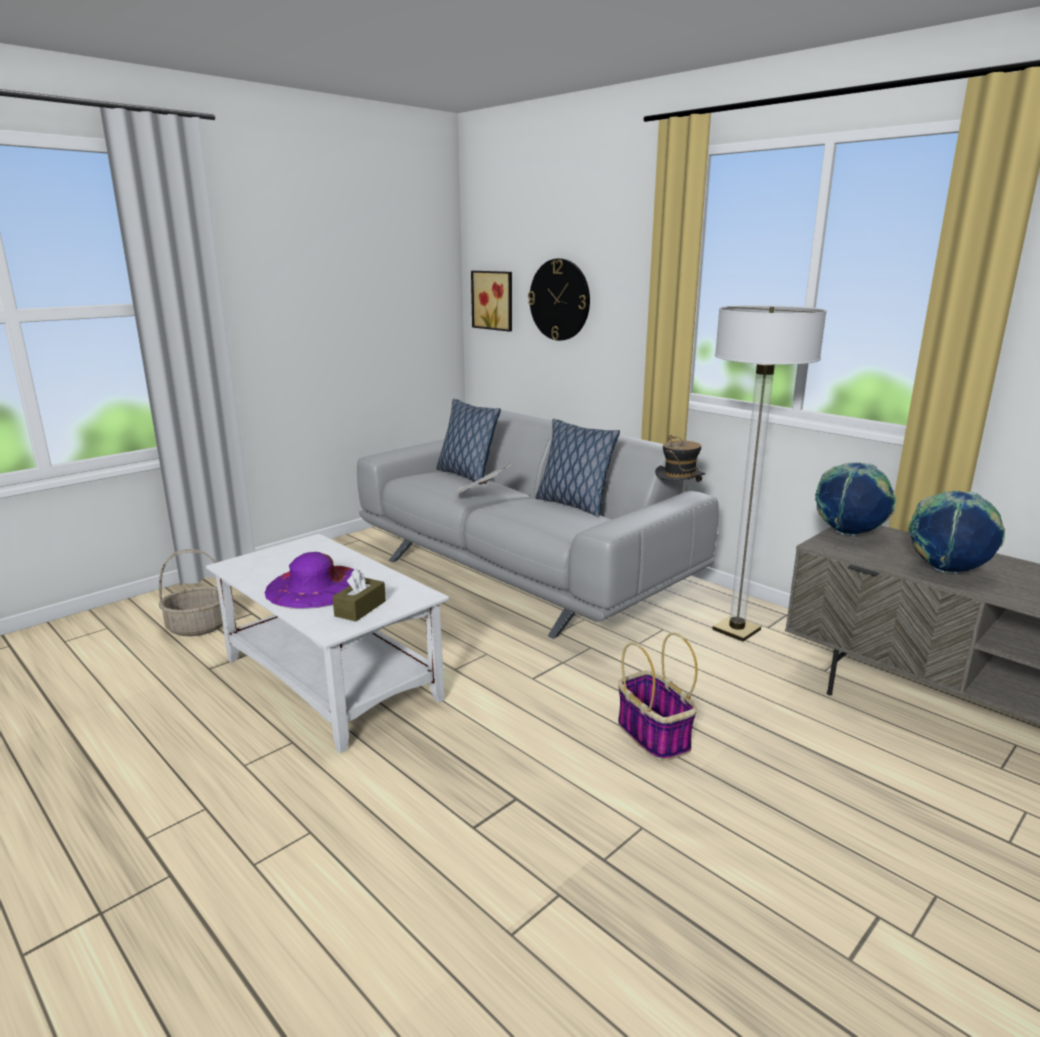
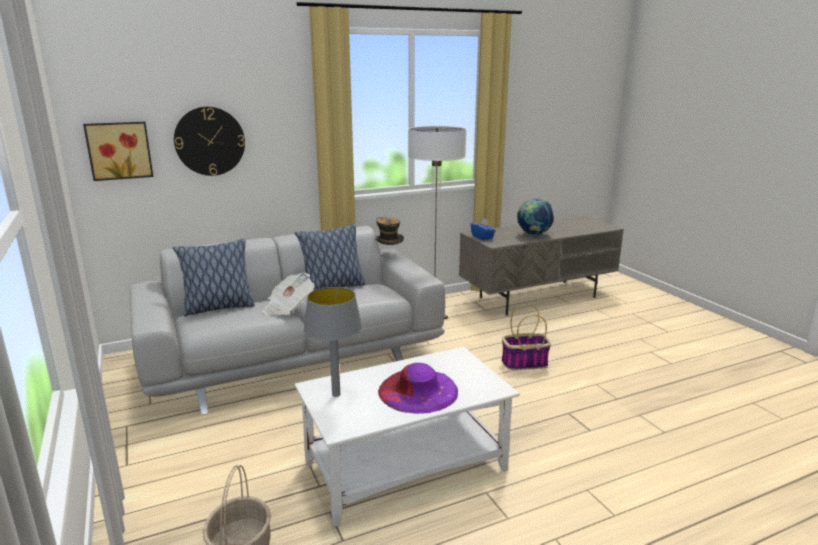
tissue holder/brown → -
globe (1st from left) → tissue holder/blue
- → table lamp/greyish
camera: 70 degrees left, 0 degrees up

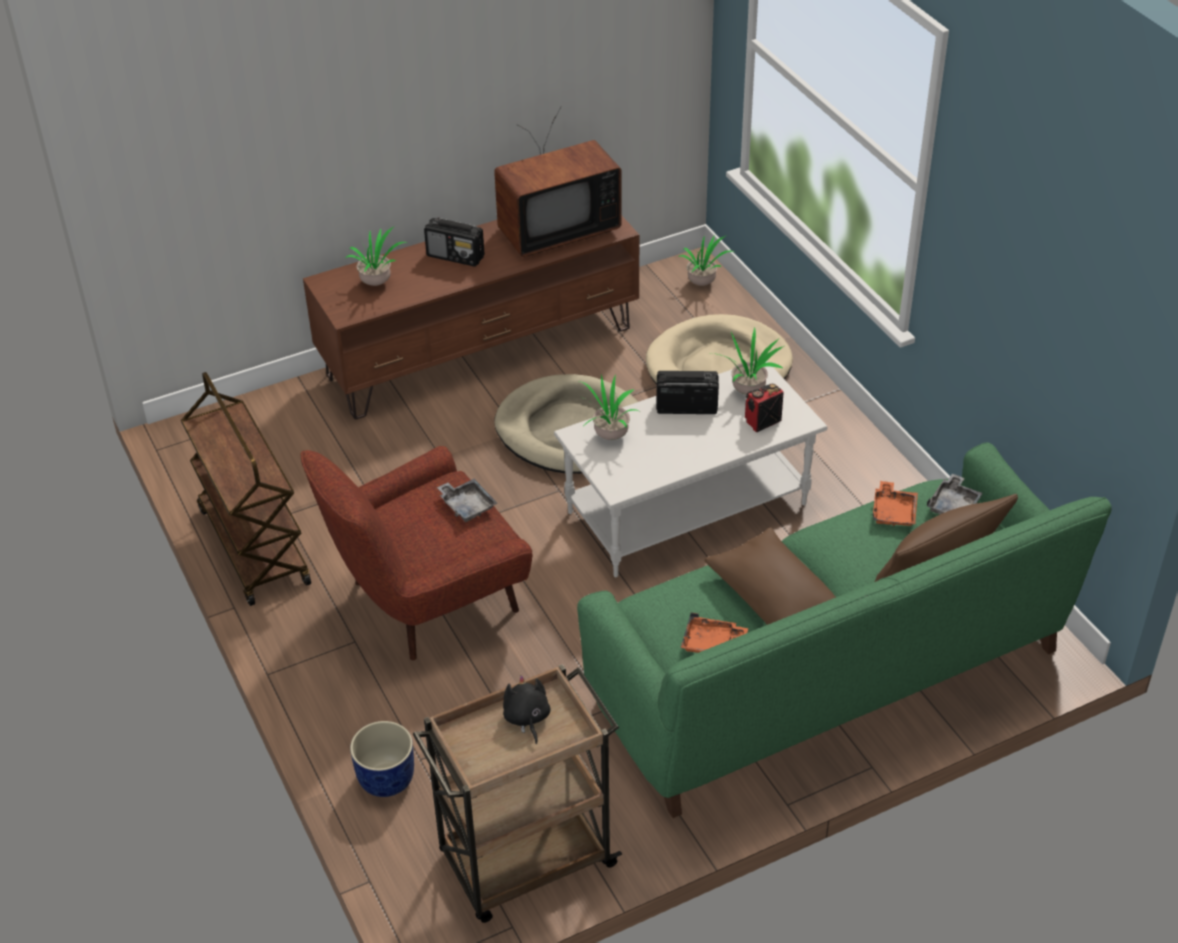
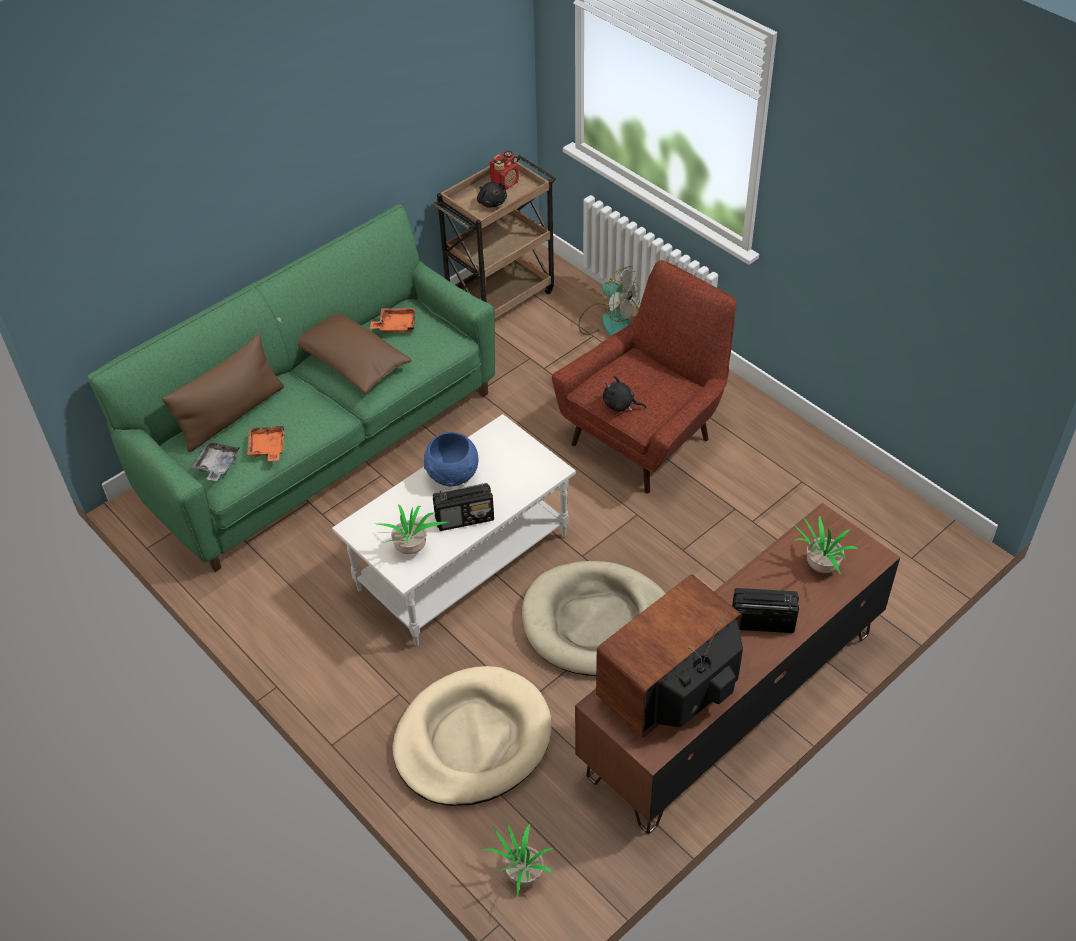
cart/brown (1st from left) → -
planter/blue → cooling fan
carrying tray/greyish (1st from left) → cuddly toy/black-coloured (2nd from left)
potted plant (2nd from left) → -
radio receiver (3rd from left in the first image) → radio receiver (2nd from left), move
- → deep dish/blue
camera: 165 degrees right, 5 degrees up

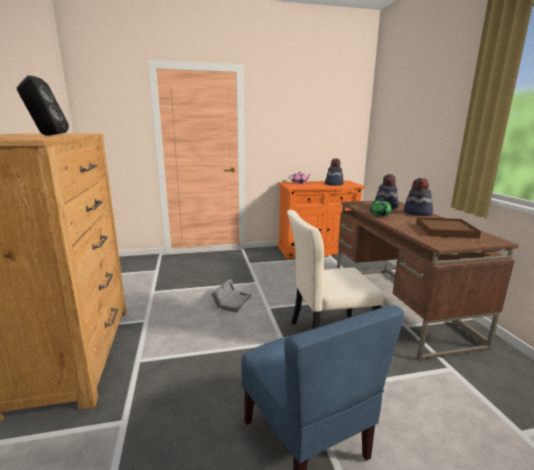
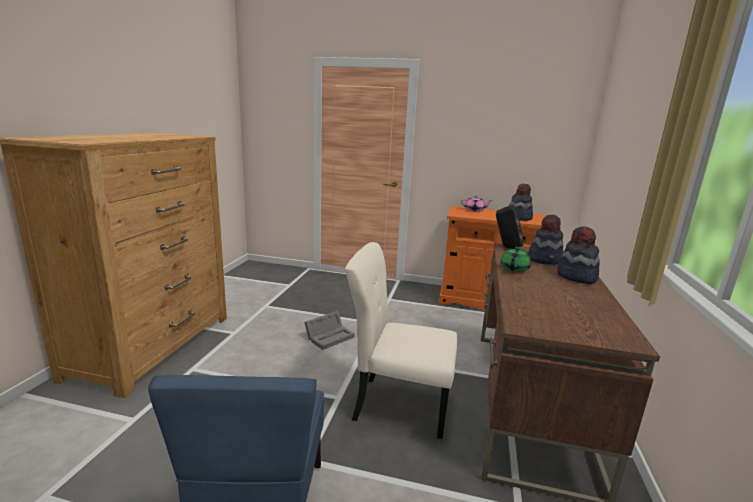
speaker/black-coloured, move
carrying tray/brown → -
camera: 25 degrees right, 0 degrees up

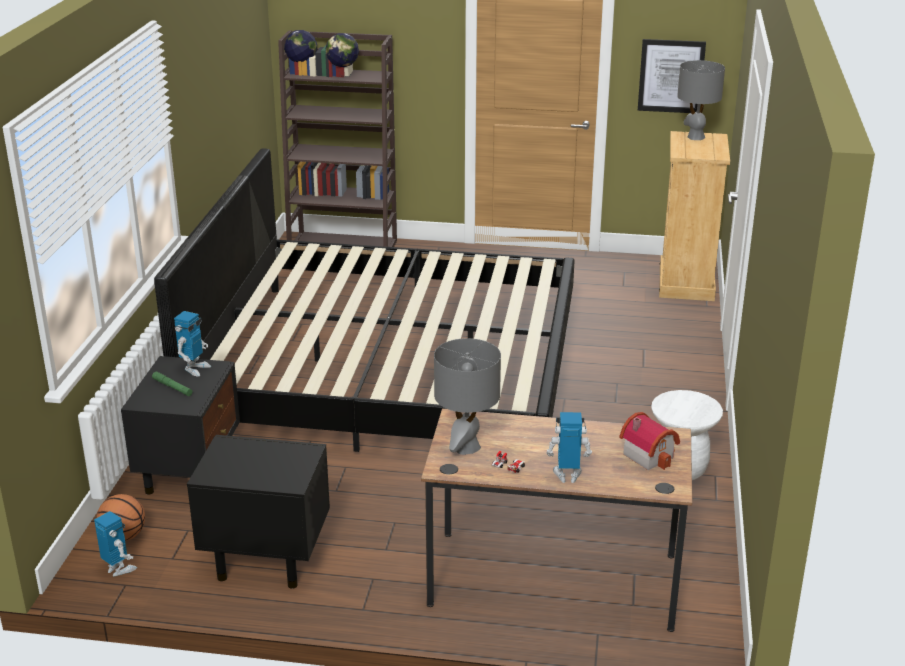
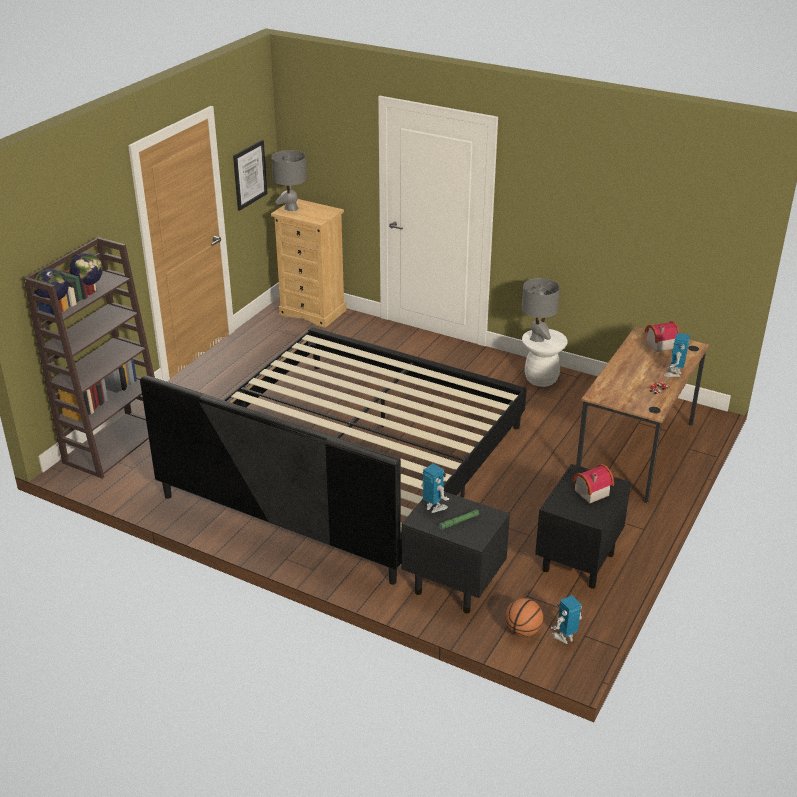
table lamp/greyish (1st from left in the first image) → table lamp/greyish (2nd from left), move
- → model house (1st from left)
camera: 70 degrees left, 5 degrees up

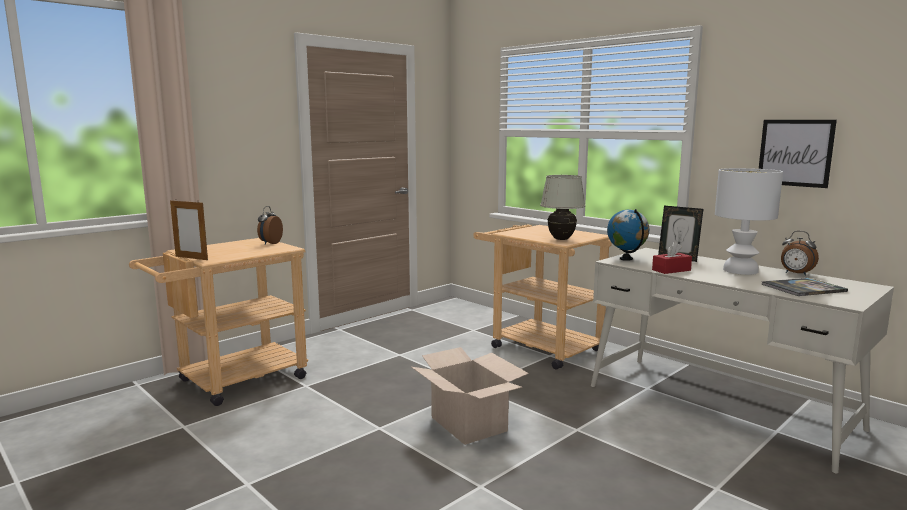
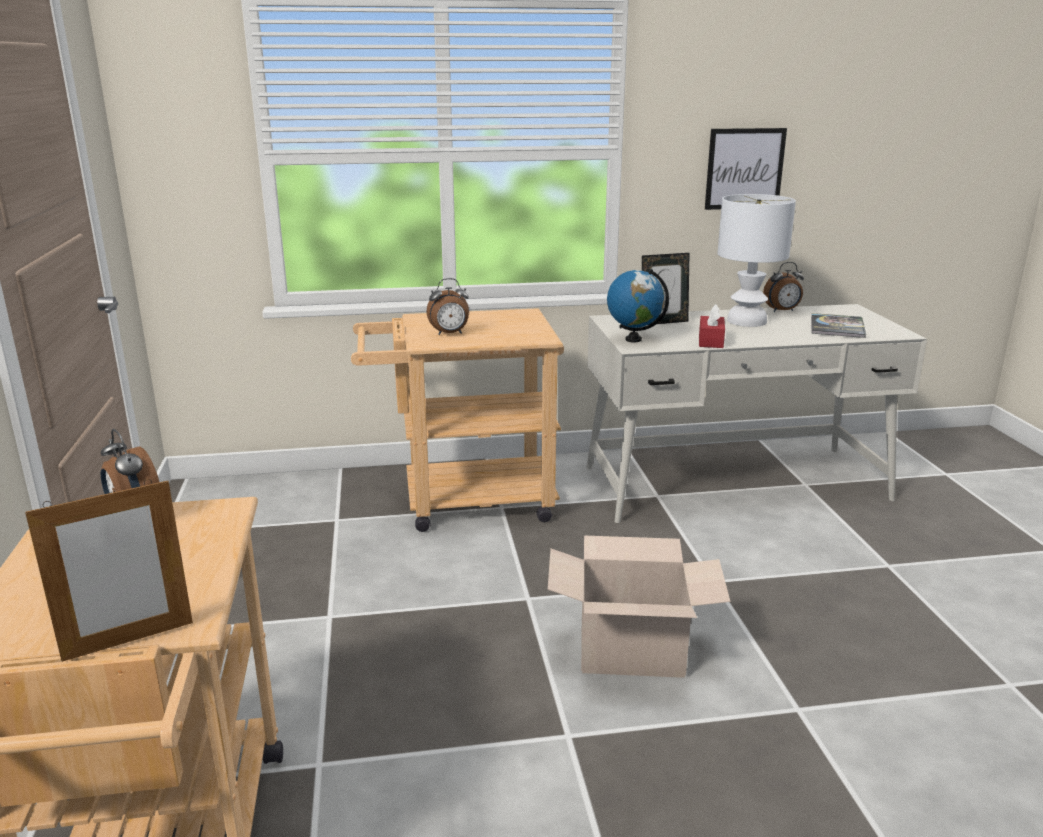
table lamp/whitish (1st from left) → -
- → bedside clock (2nd from left)
camera: 55 degrees left, 10 degrees up

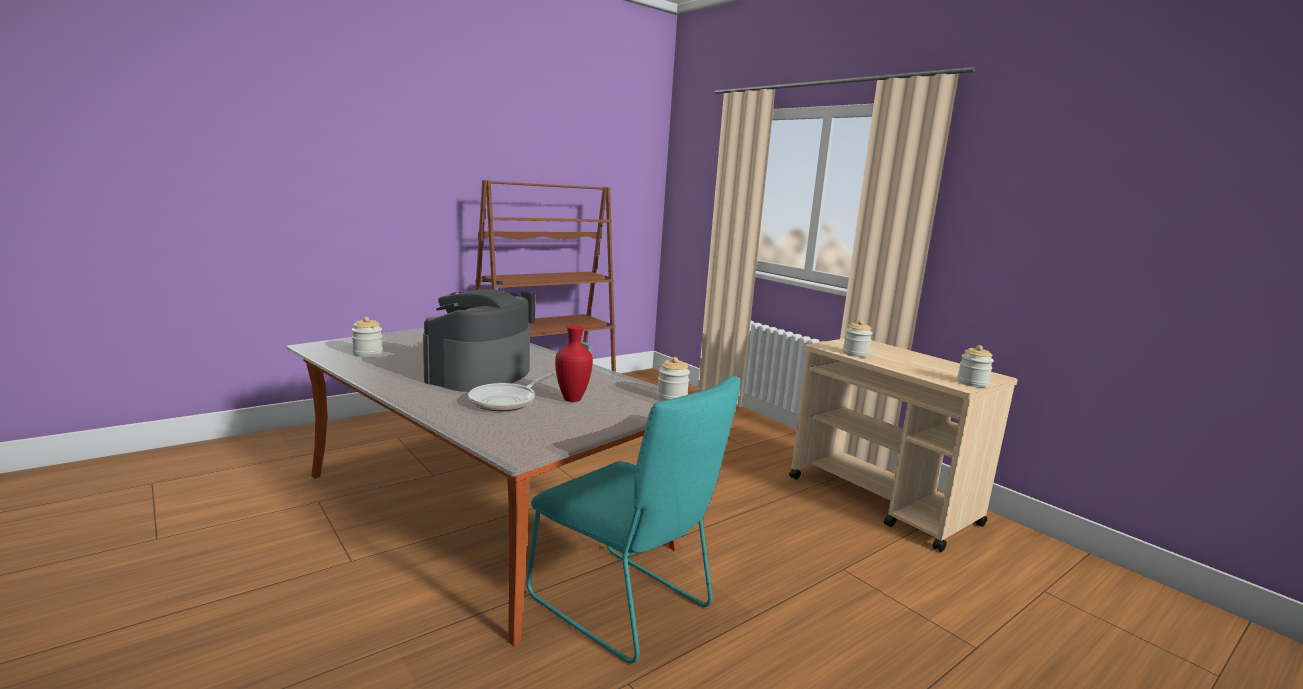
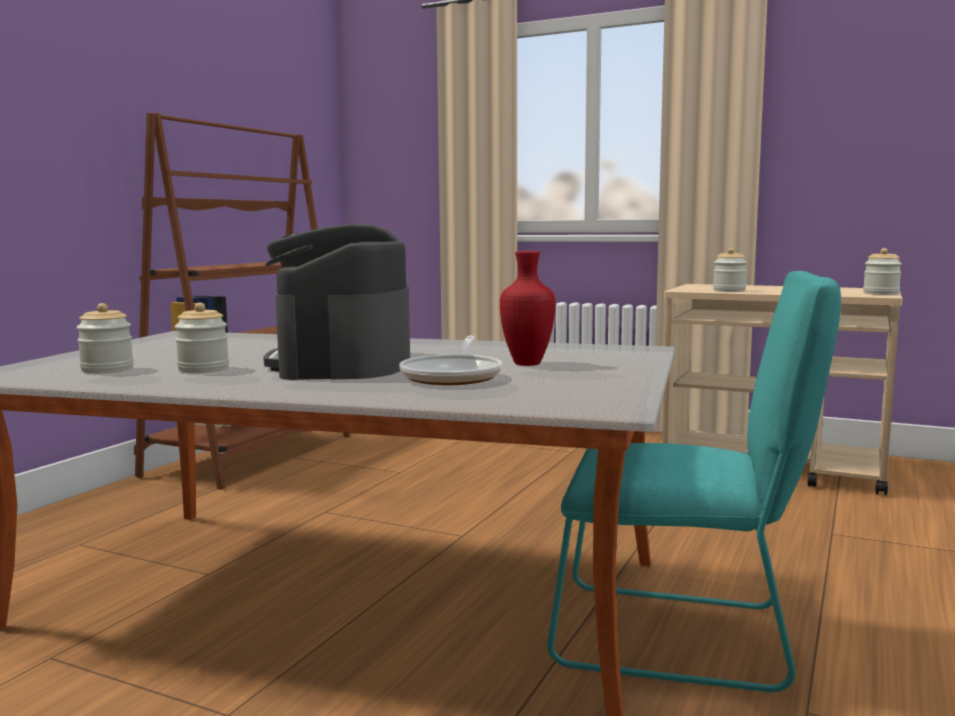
preserve jar (2nd from left), move
camera: 25 degrees left, 5 degrees down

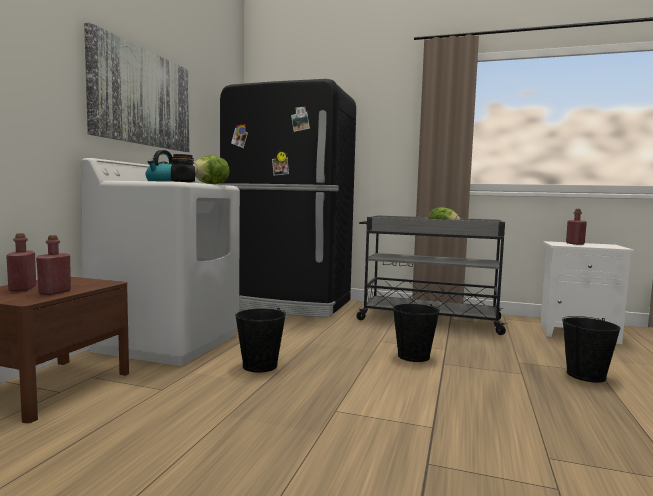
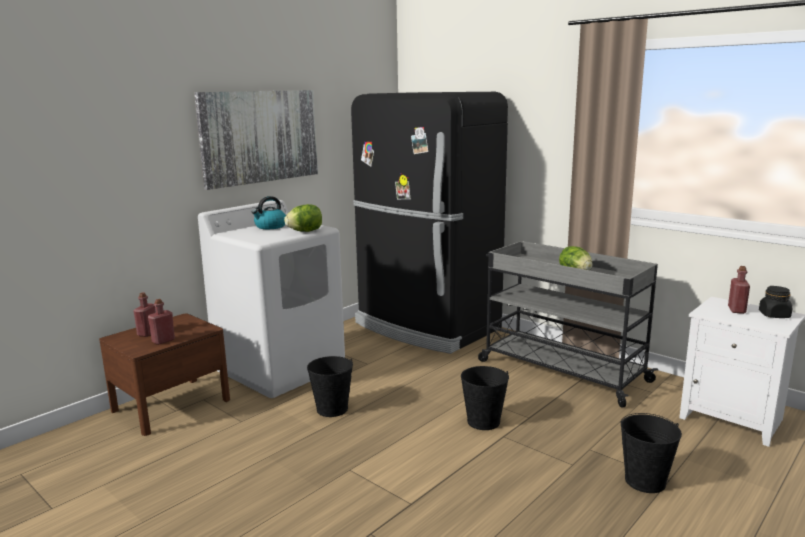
preserve jar/black-coloured, move
camera: 25 degrees right, 10 degrees up

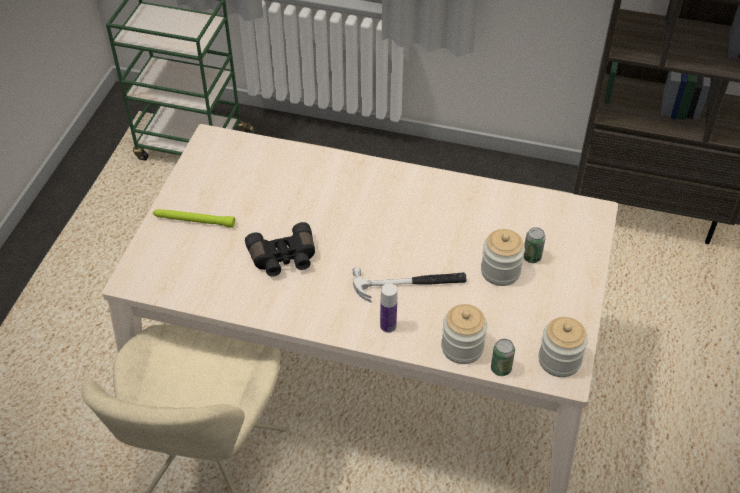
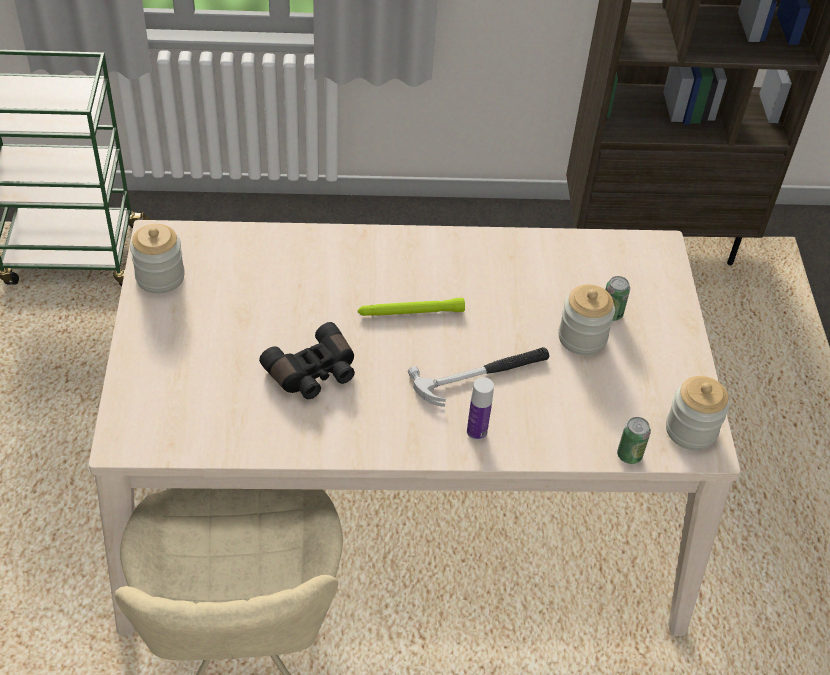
hand torch/green-coloured, move
preserve jar (1st from left), move
camera: 20 degrees left, 0 degrees up

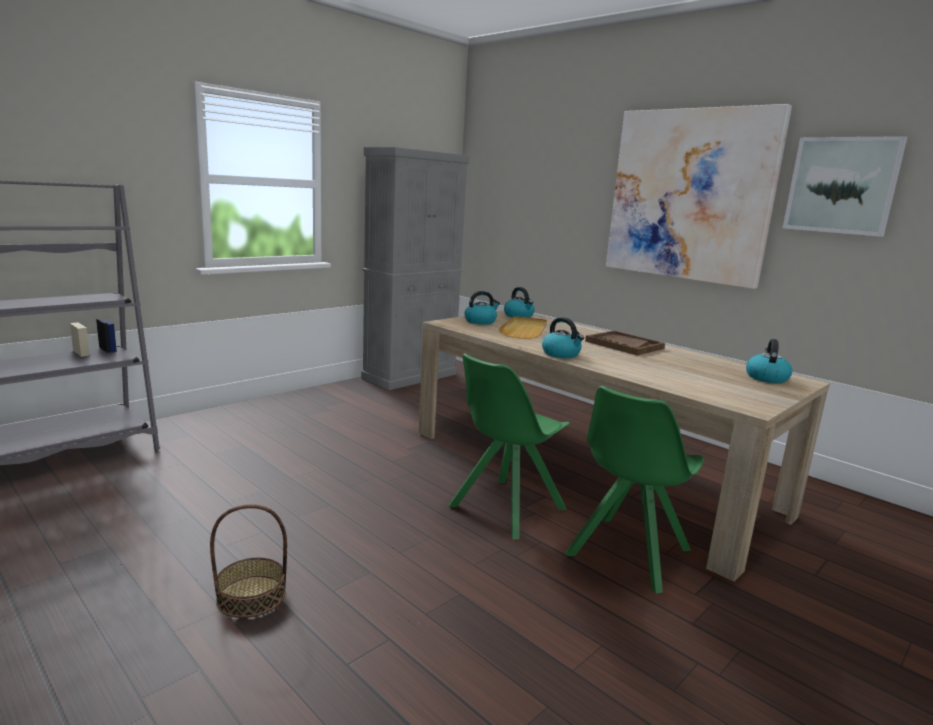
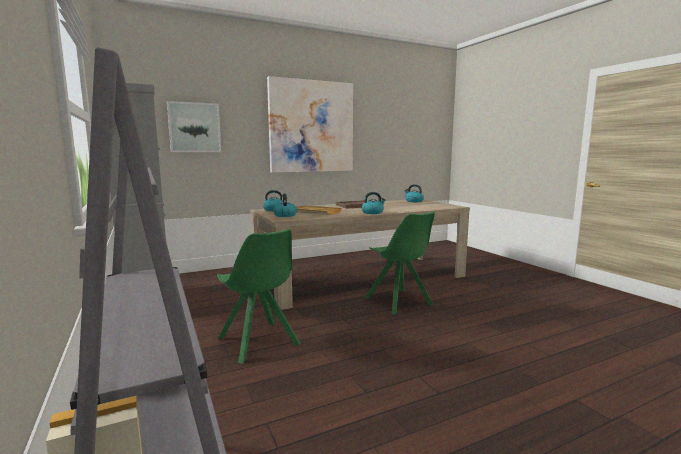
basket → -
chair/green-coloured (2nd from left in the first image) → chair/green-coloured (1st from left), move
wall art (2nd from left in the first image) → wall art (1st from left), move
camera: 70 degrees left, 5 degrees down

